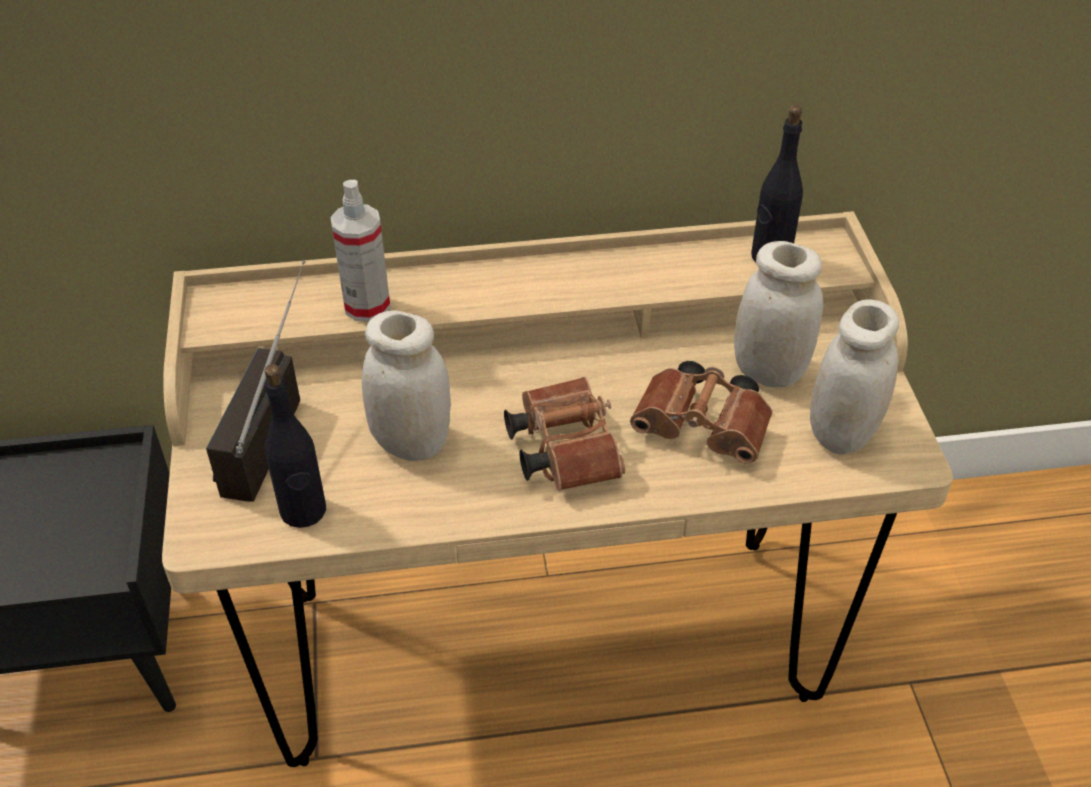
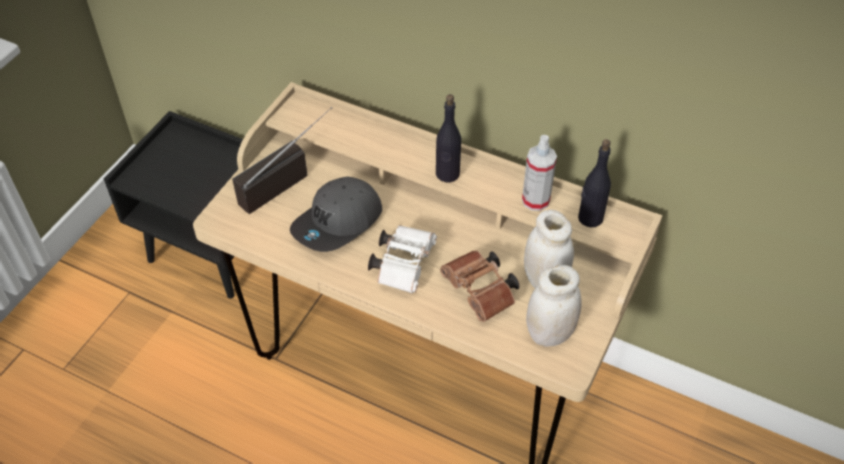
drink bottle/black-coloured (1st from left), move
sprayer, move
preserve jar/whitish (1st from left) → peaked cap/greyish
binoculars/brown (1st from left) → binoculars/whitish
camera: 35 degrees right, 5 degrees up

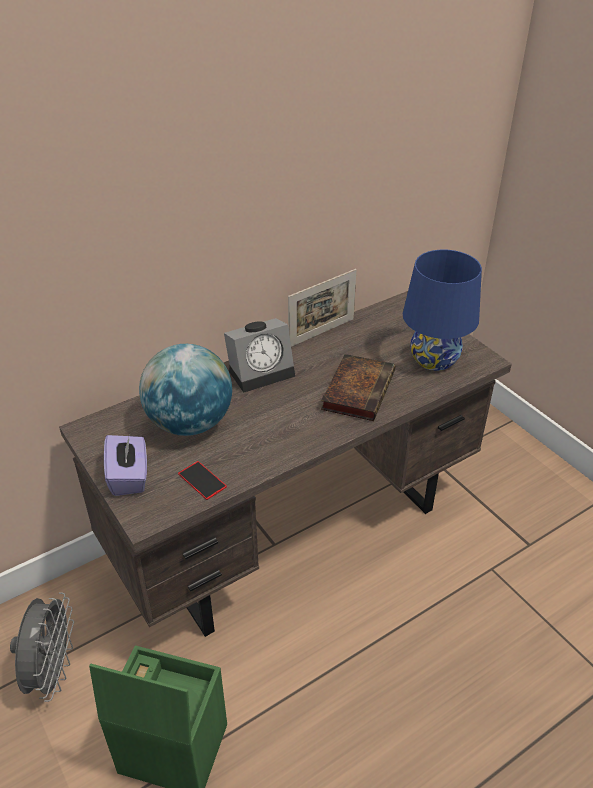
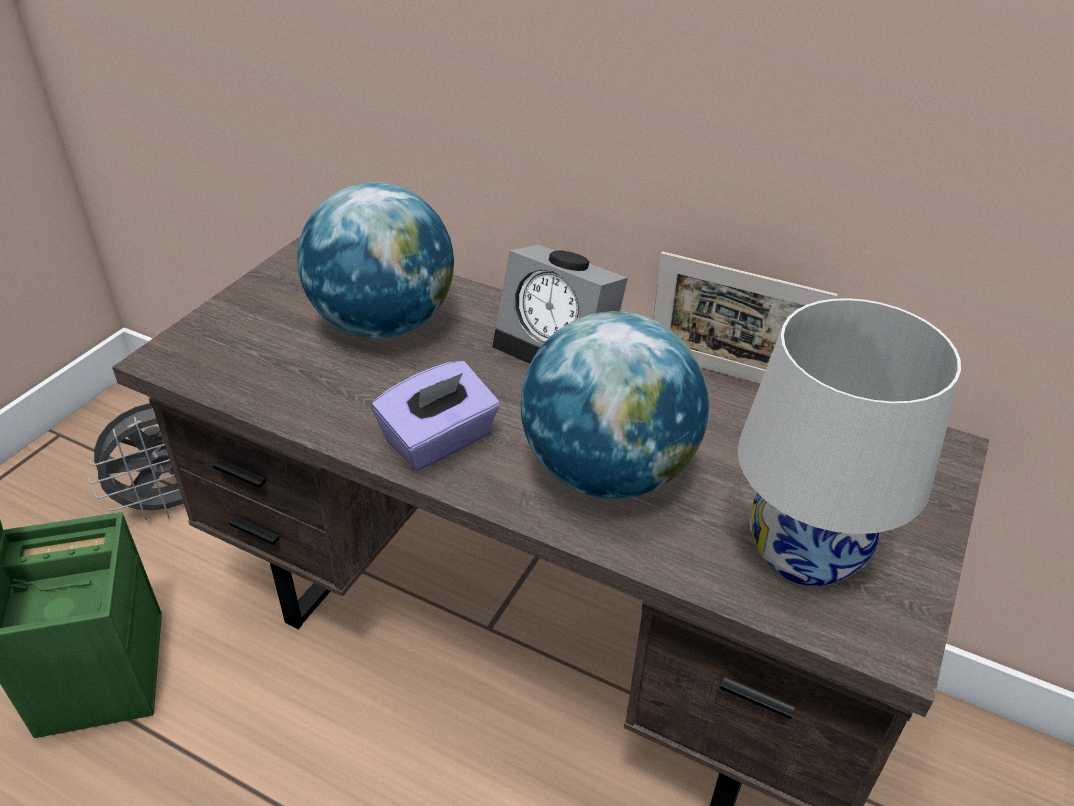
tissue holder/purple-coloured, move
handset → -
bound book → globe (2nd from left)
table lamp/blue → table lamp/whitish
camera: 60 degrees right, 0 degrees up

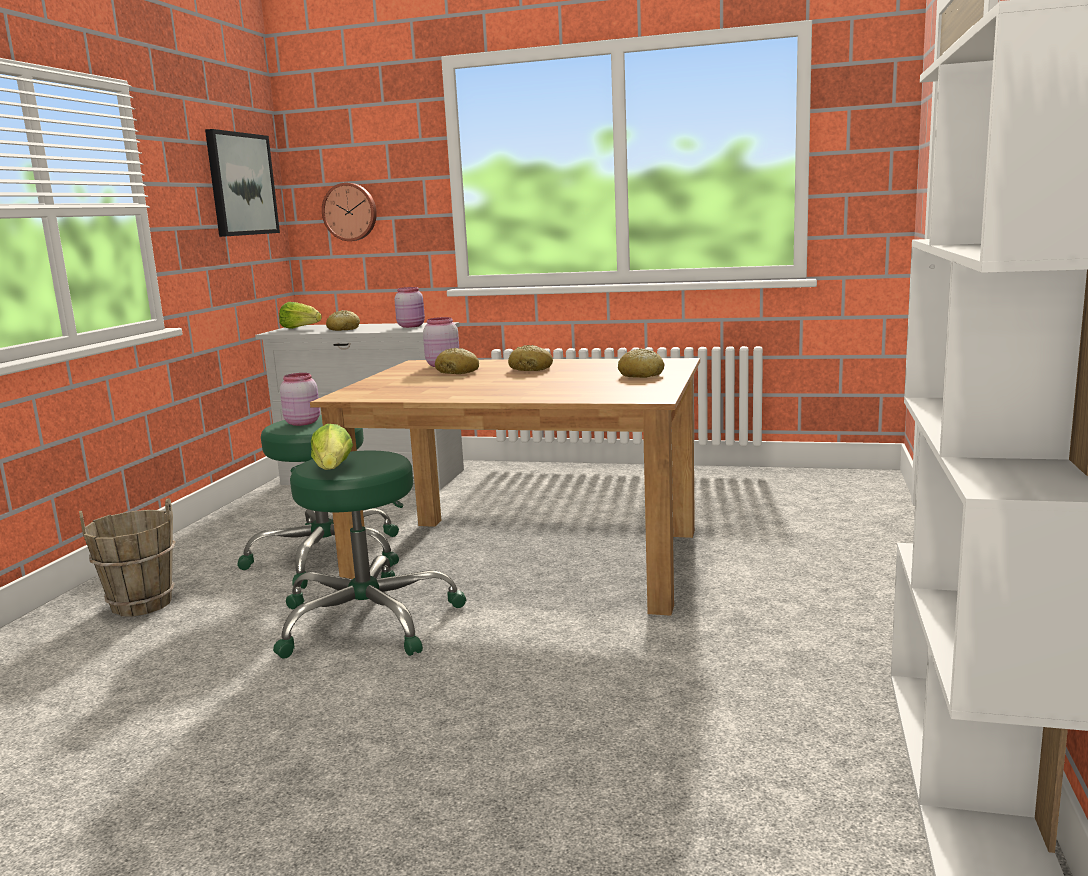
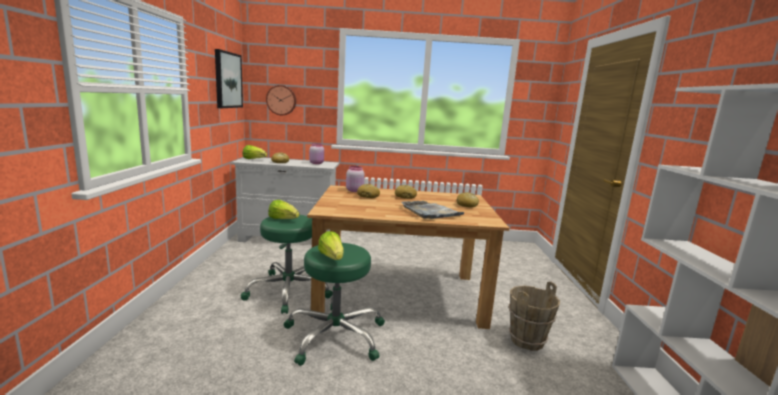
bucket/brown, move
preserve jar/pinkish (1st from left) → head of lettuce (2nd from left)
- → carrying tray/greyish
camera: 15 degrees left, 0 degrees up

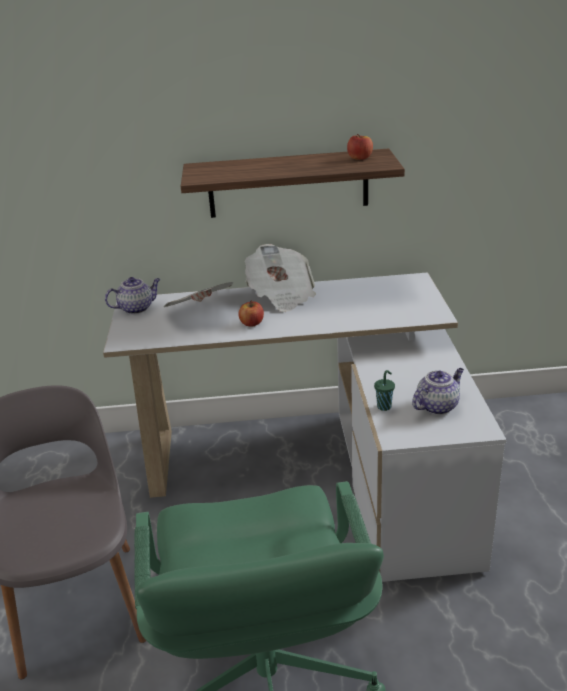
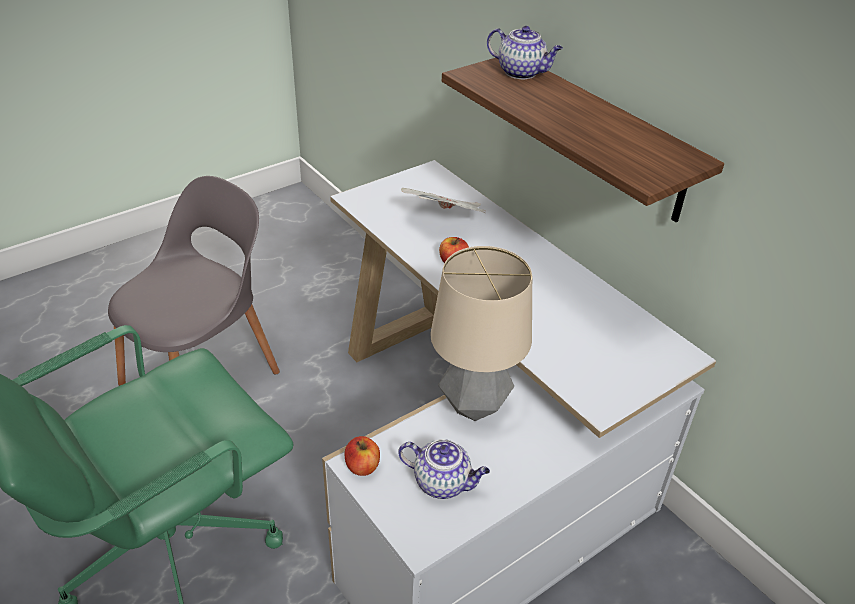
pot for tea (1st from left in the first image) → pot for tea (2nd from left), move
newspaper (2nd from left) → -
whole apple (2nd from left in the first image) → whole apple (1st from left), move
cup/green-coloured → -
- → table lamp
camera: 55 degrees right, 10 degrees up

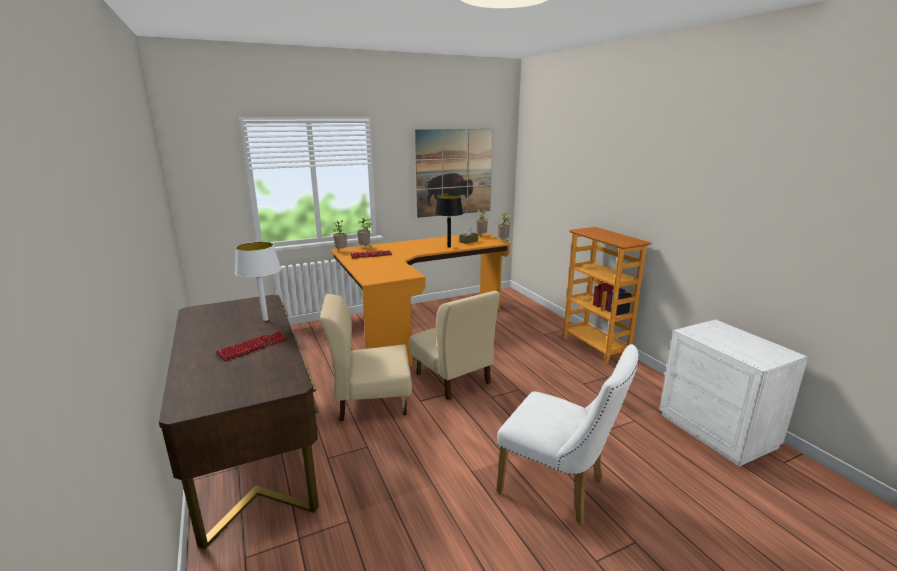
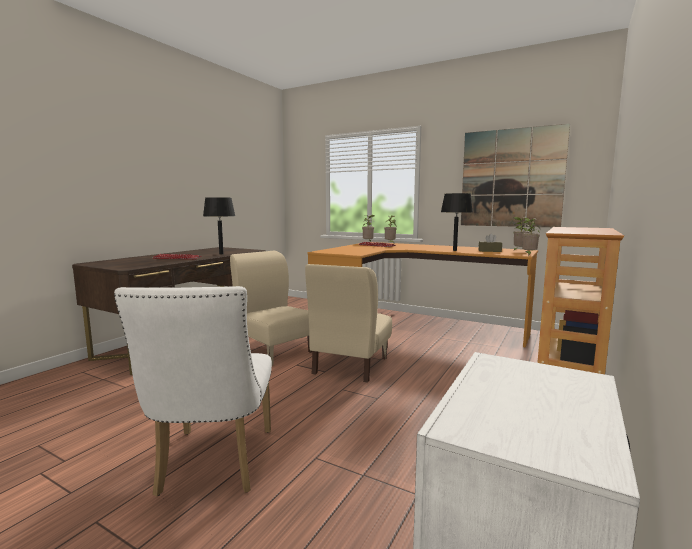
table lamp/whitish → table lamp/black-coloured (1st from left)
camera: 55 degrees right, 10 degrees down

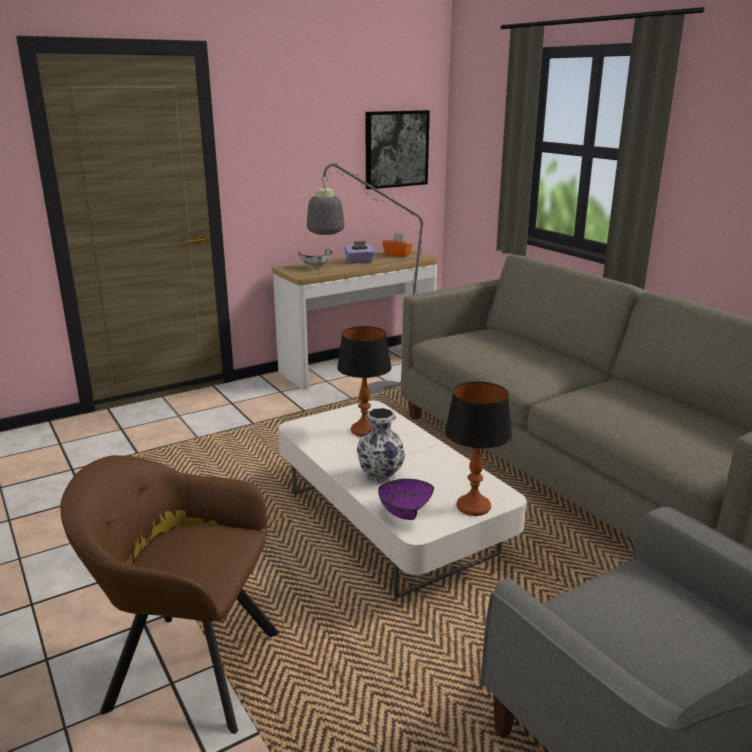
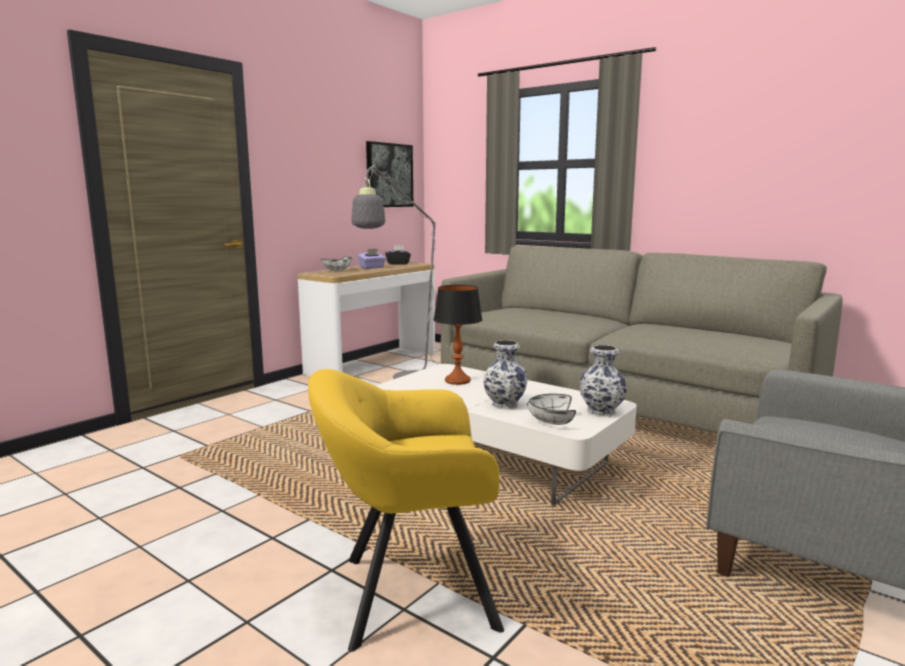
armchair/brown → armchair/yellow
deep dish/purple-coloured → deep dish/whitish (2nd from left)
tissue holder/orange → tissue holder/black-coloured
table lamp (2nd from left) → flower vase (2nd from left)
camera: 20 degrees left, 10 degrees down

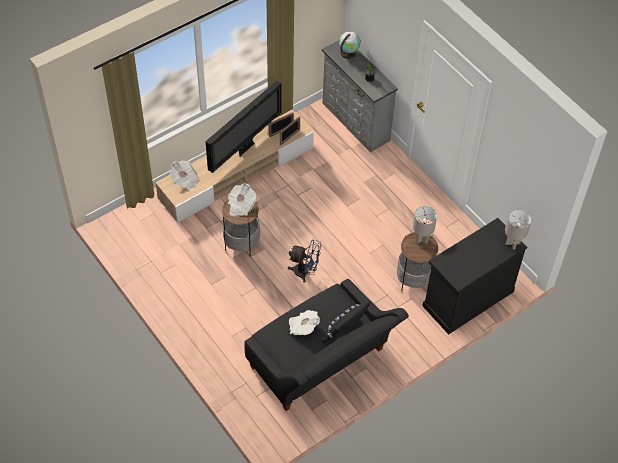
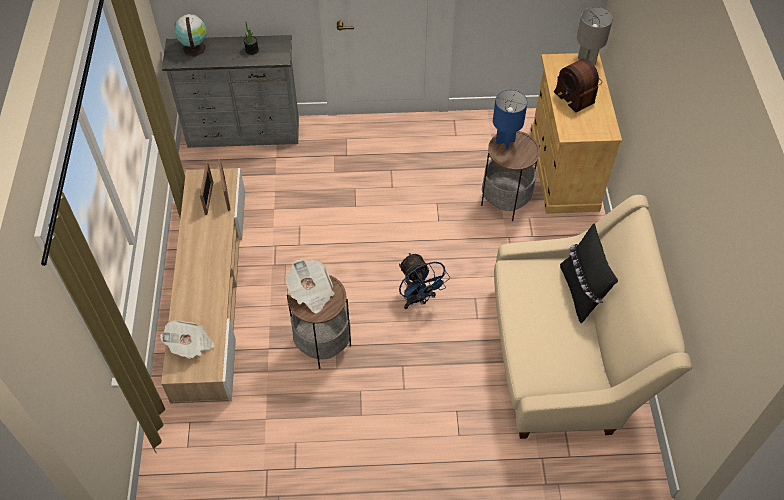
television → -
couch/black-coloured → couch/beige-coloured
cooling fan/blue, 105 degrees clockwise
newspaper (3rd from left) → -
table lamp/greyish (1st from left) → table lamp/blue
cabinet/black-coloured → cabinet/beige-coloured
- → radio receiver
camera: 55 degrees left, 0 degrees up

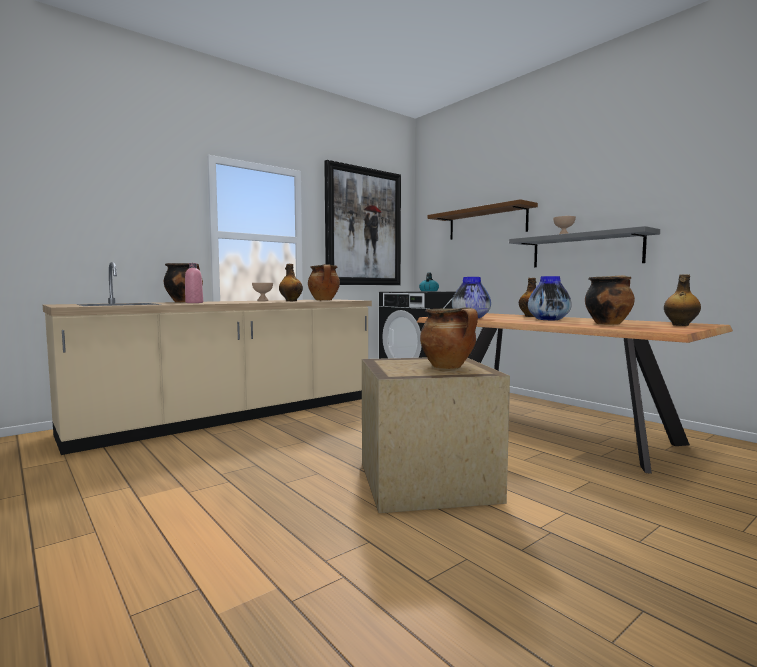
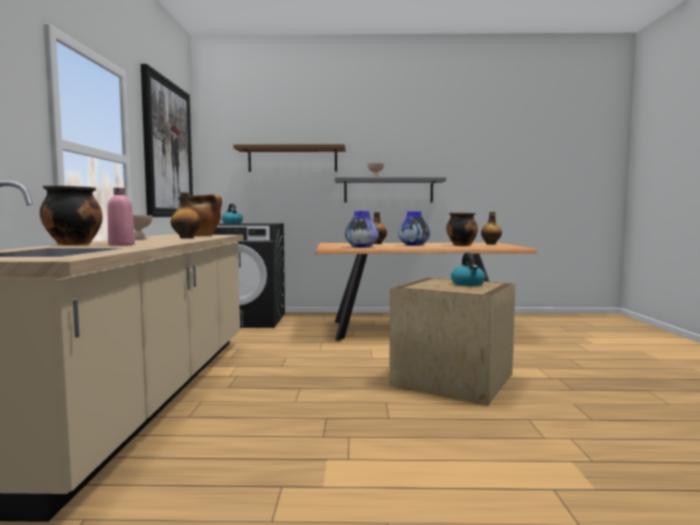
saucepot (3rd from left) → kettle (2nd from left)
camera: 50 degrees left, 0 degrees up

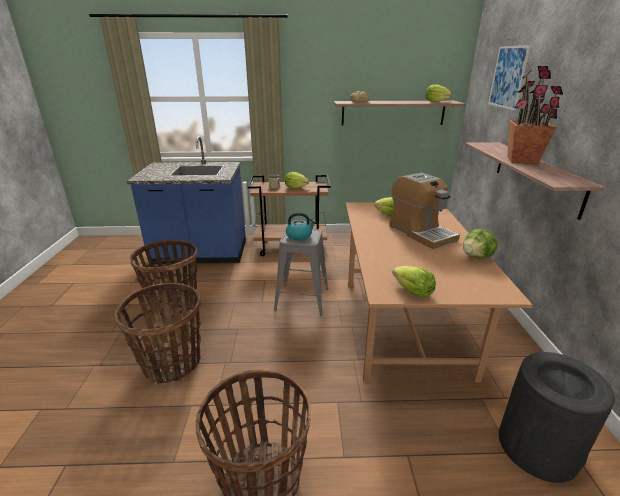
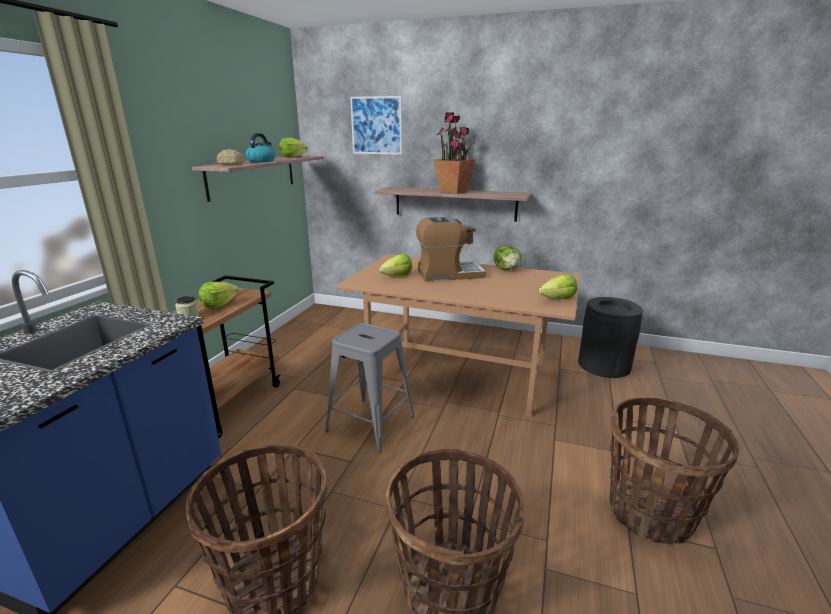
kettle, move
camera: 70 degrees left, 5 degrees down

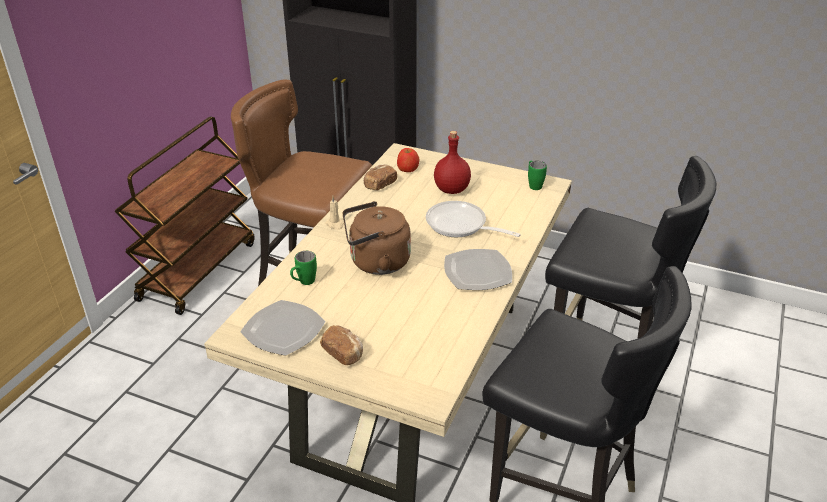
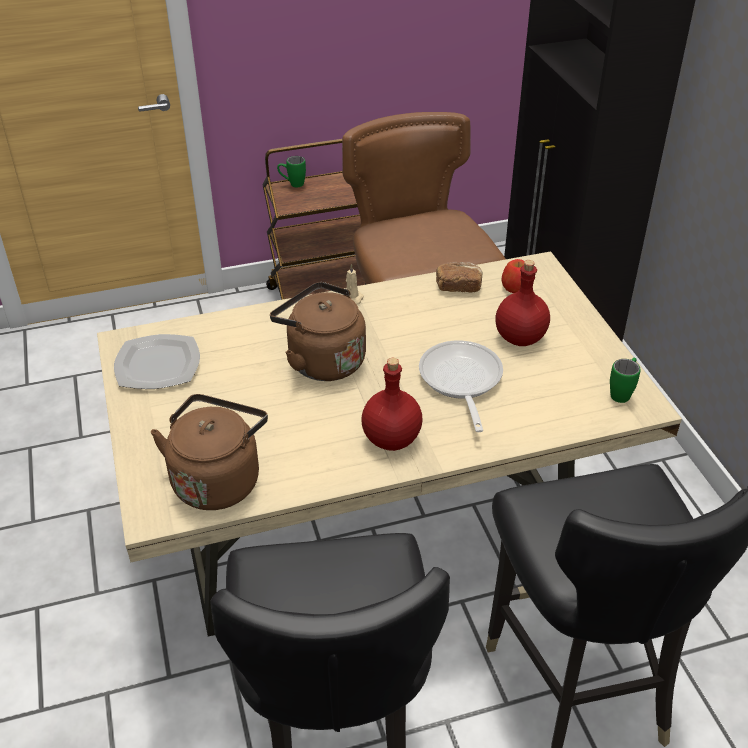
coffee mug/green-coloured (1st from left), move
bakery bread (1st from left) → -
flat dish (2nd from left) → drink bottle/reddish (1st from left)
- → kettle/brown (1st from left)
camera: 50 degrees right, 5 degrees up

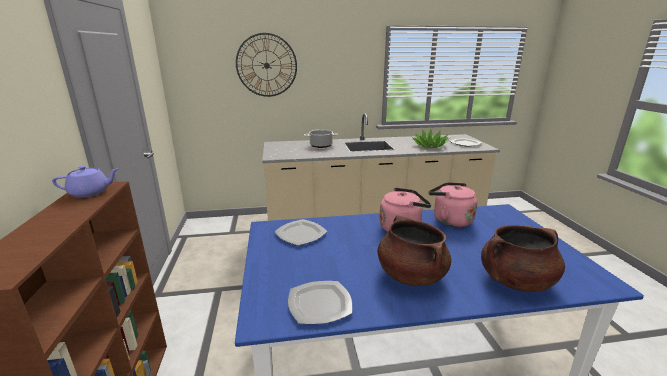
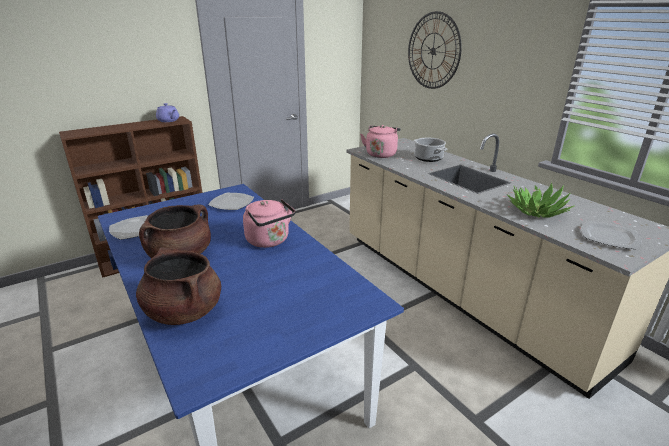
kettle/pinkish (2nd from left), move
camera: 65 degrees right, 5 degrees up

